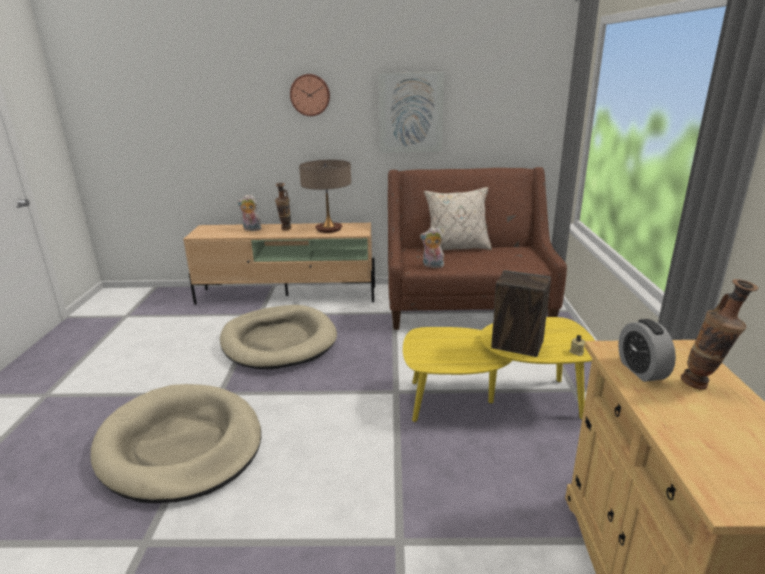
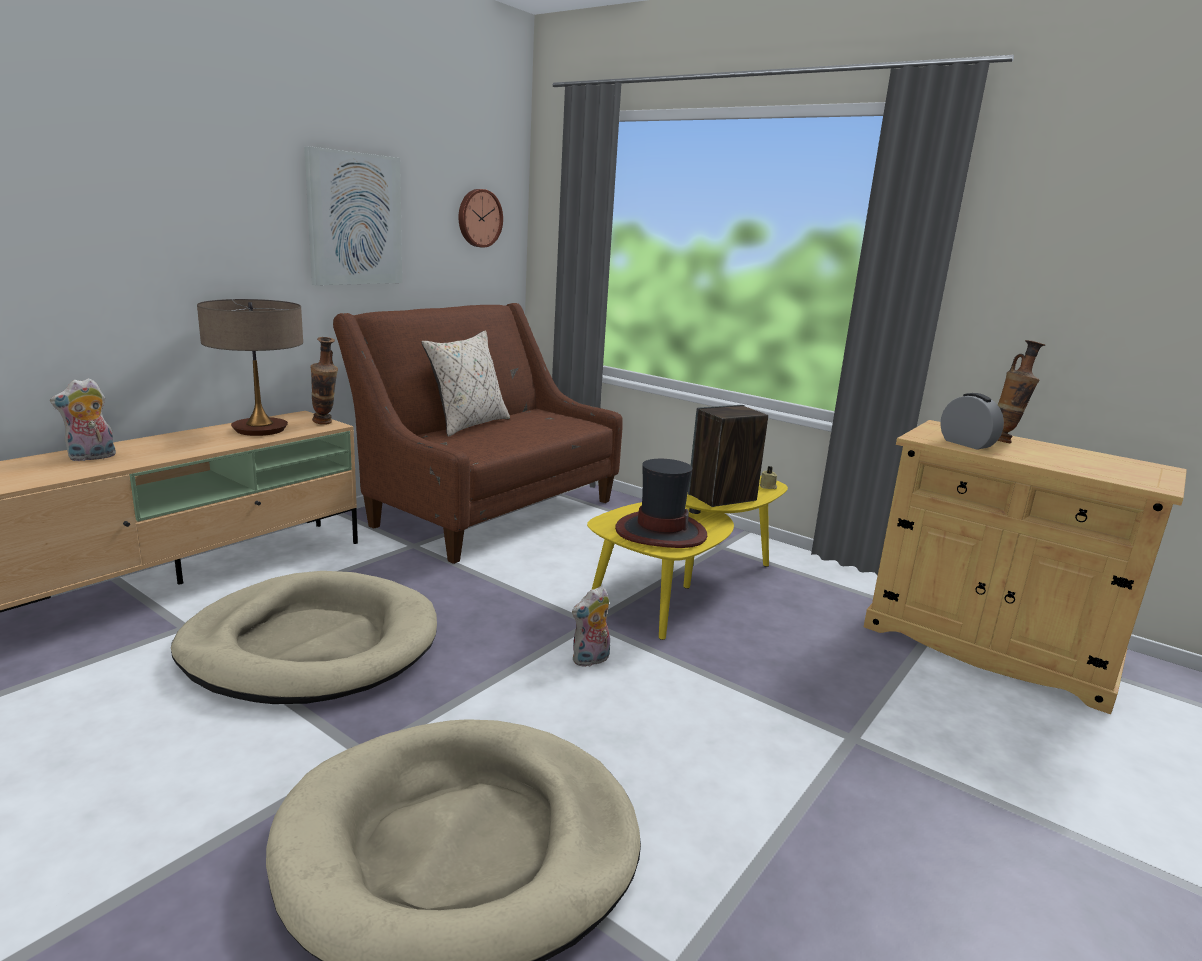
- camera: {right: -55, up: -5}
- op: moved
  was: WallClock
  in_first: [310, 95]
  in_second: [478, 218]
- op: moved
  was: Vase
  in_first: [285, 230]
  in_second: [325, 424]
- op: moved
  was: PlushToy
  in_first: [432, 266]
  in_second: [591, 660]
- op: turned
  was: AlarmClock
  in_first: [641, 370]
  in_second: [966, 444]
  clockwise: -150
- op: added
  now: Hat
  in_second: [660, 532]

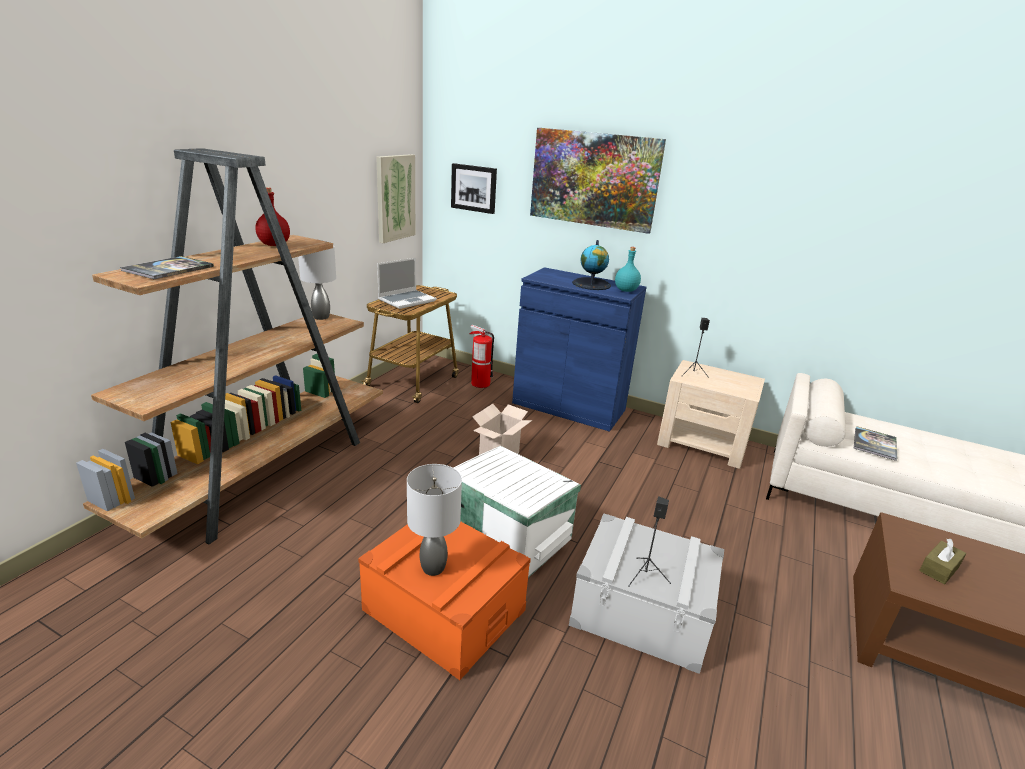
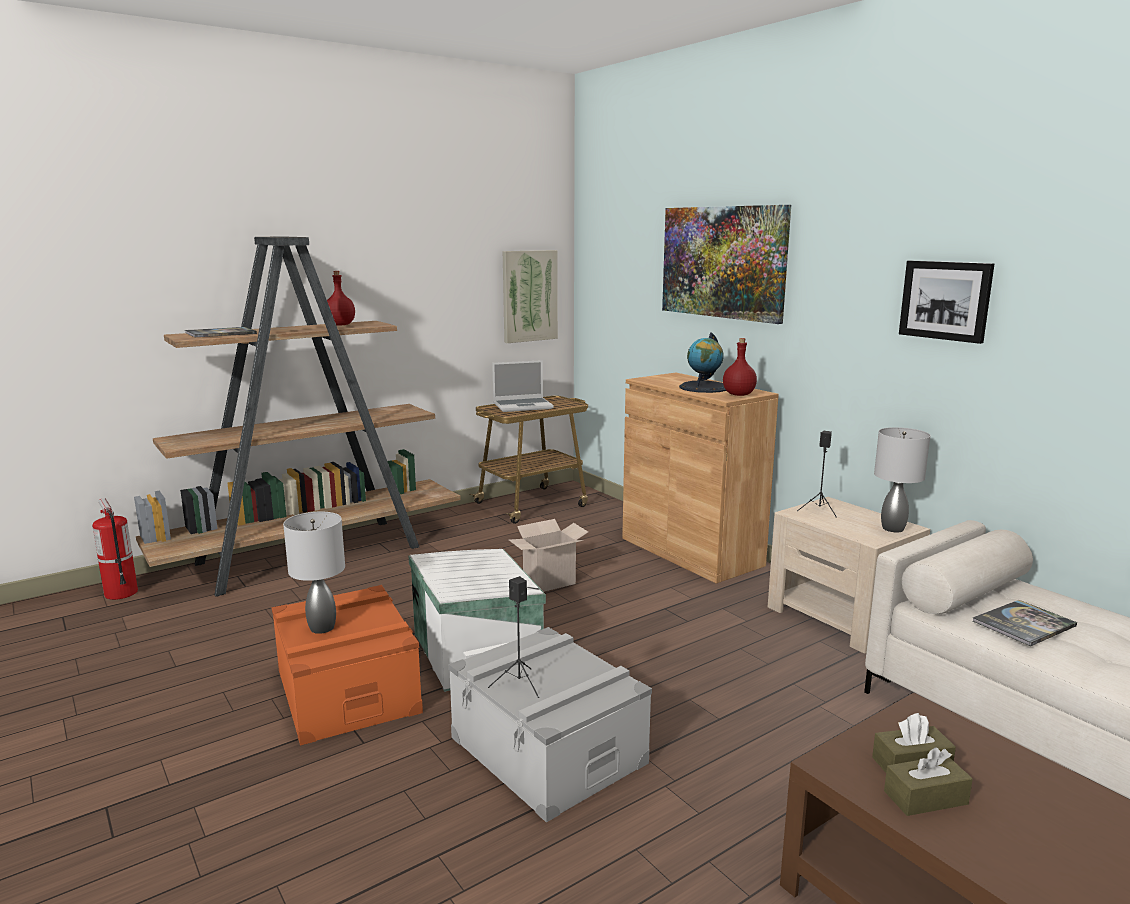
- camera: {right: 30, up: -10}
- op: moved
  was: Picture
  in_first: [474, 188]
  in_second: [945, 300]
- op: moved
  was: GreyTableLamp
  in_first: [321, 317]
  in_second: [893, 528]
- op: recoloured
  was: TurquoiseBottle
  now: RedBottle
  in_first: [626, 290]
  in_second: [739, 395]
- op: recoloured
  was: BlueCabinet
  now: BrownCabinet
  in_first: [569, 406]
  in_second: [691, 551]
- op: moved
  was: FireExtinguisher
  in_first: [480, 383]
  in_second: [121, 593]
- op: added
  now: BrownTissueBox
  in_second: [925, 798]

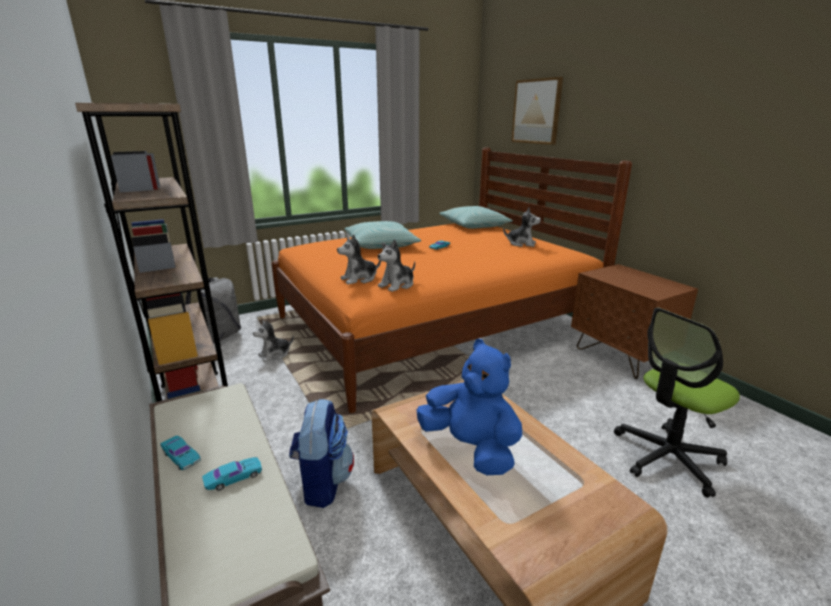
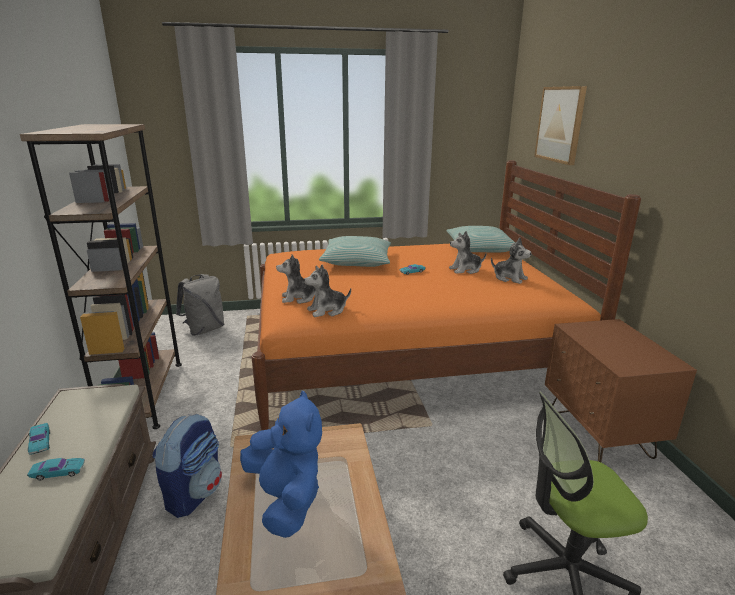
- camera: {right: 20, up: 0}
- op: moved
  was: PlushToy
  in_first: [275, 355]
  in_second: [465, 270]

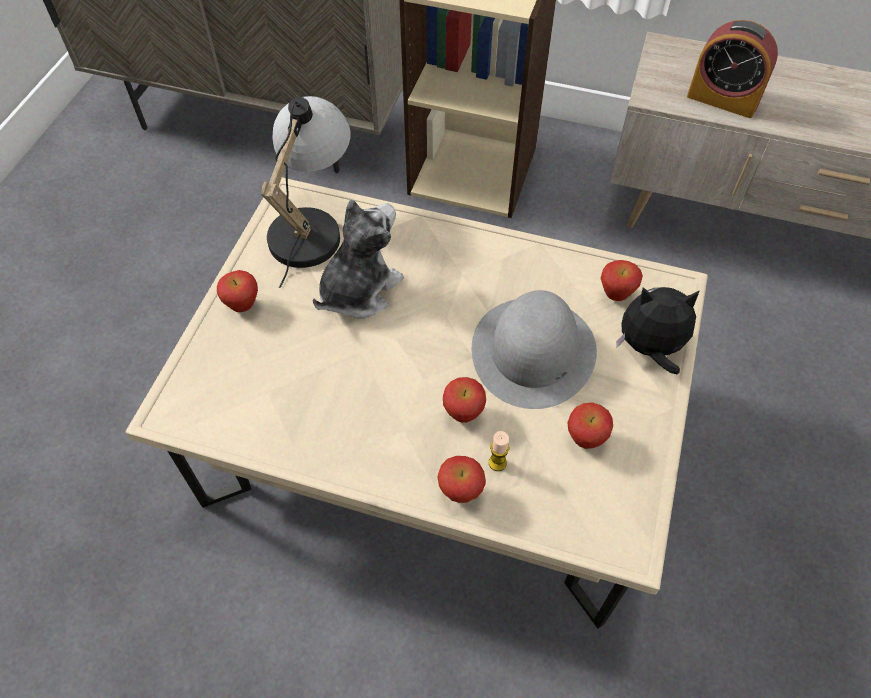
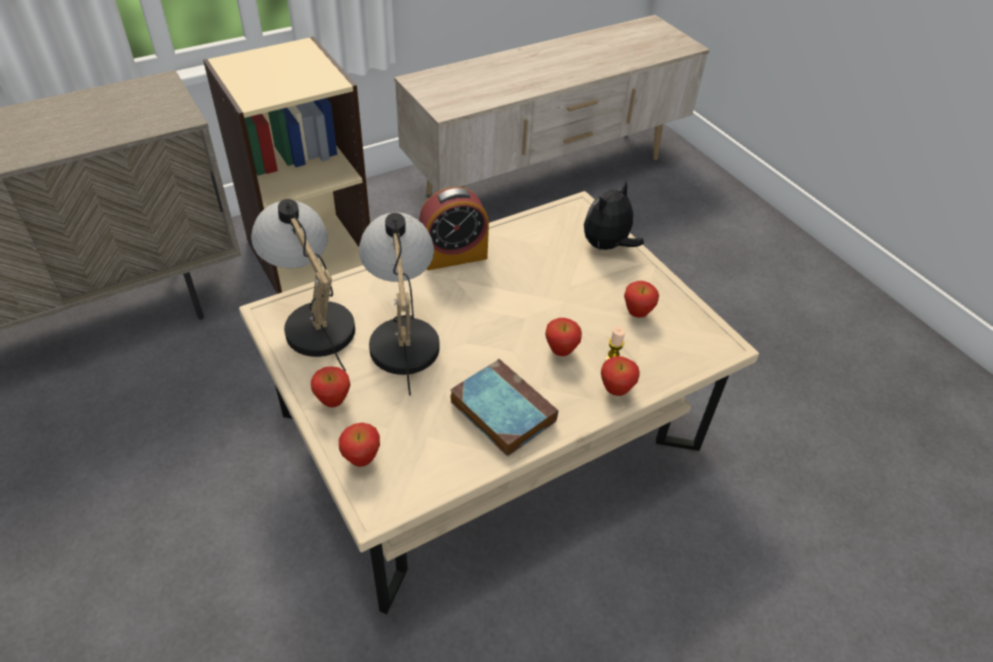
- camera: {right: -50, up: -10}
- op: moved
  was: AlarmClock
  in_first: [723, 99]
  in_second: [453, 256]
- op: replaced
  was: PlushToy
  now: TableLamp
  in_first: [358, 290]
  in_second: [402, 333]
- op: moved
  was: Apple
  in_first: [616, 295]
  in_second: [362, 459]
- op: removed
  was: GreyHat
  in_first: [533, 351]
- op: added
  now: Book
  in_second: [500, 410]

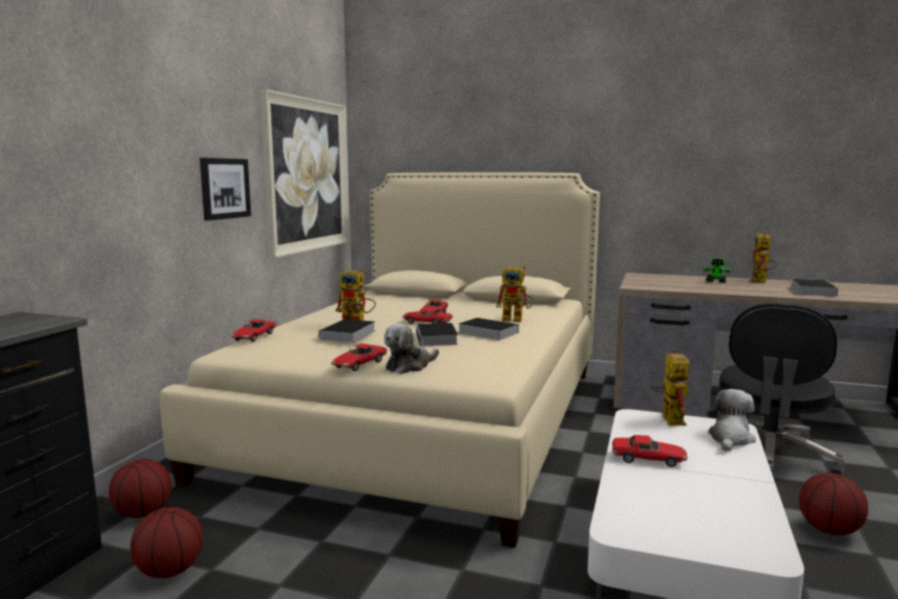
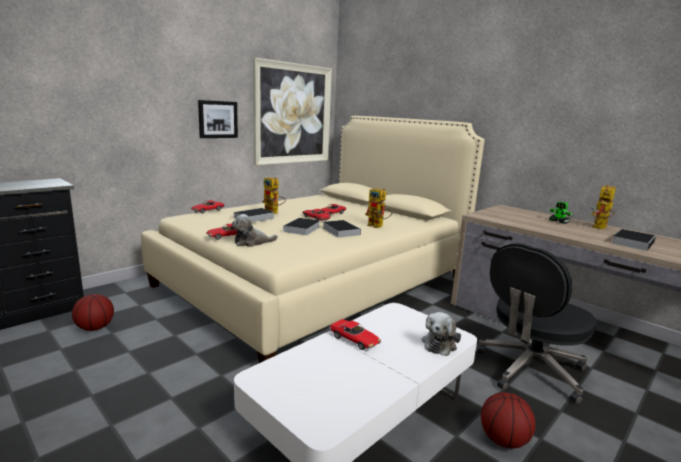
- camera: {right: 25, up: 5}
- op: removed
  was: ToyRobot
  in_first: [669, 418]
- op: turned
  was: PlushToy
  in_first: [730, 439]
  in_second: [440, 343]
  clockwise: 150
- op: removed
  was: Basketball
  in_first: [144, 513]

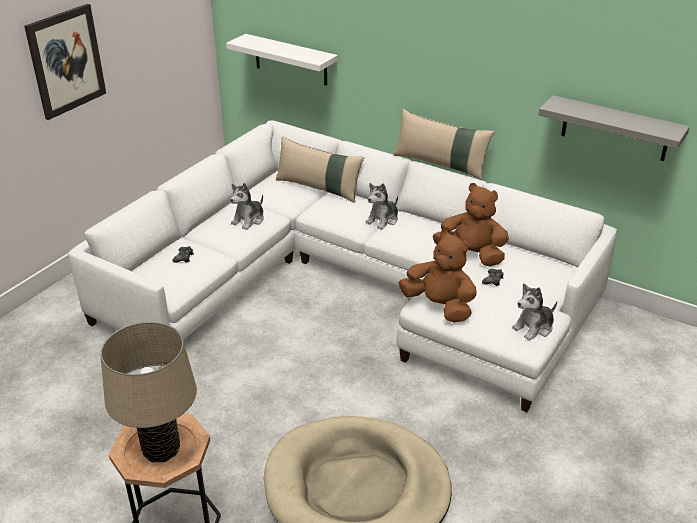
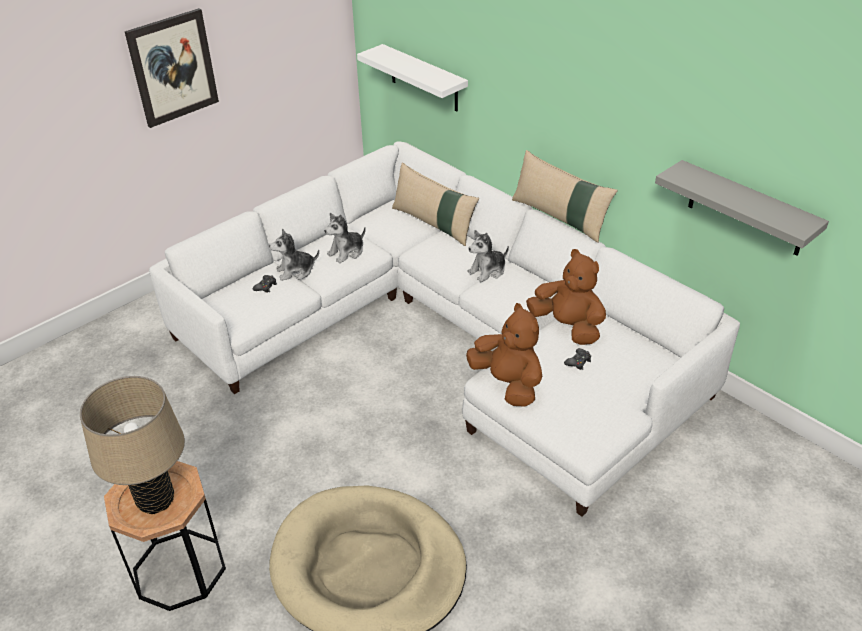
- camera: {right: 15, up: 5}
- op: moved
  was: PlushToy
  in_first: [534, 328]
  in_second: [296, 271]

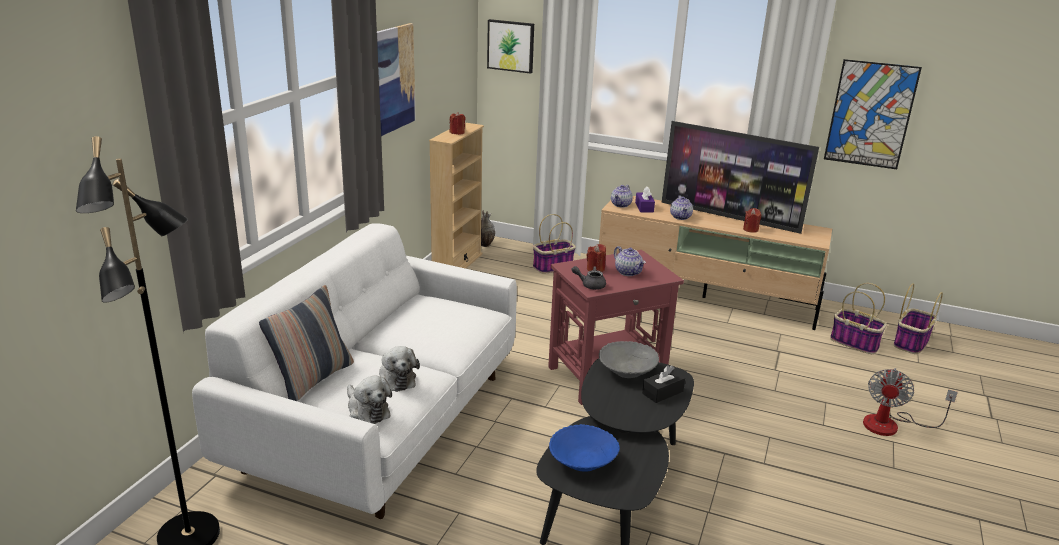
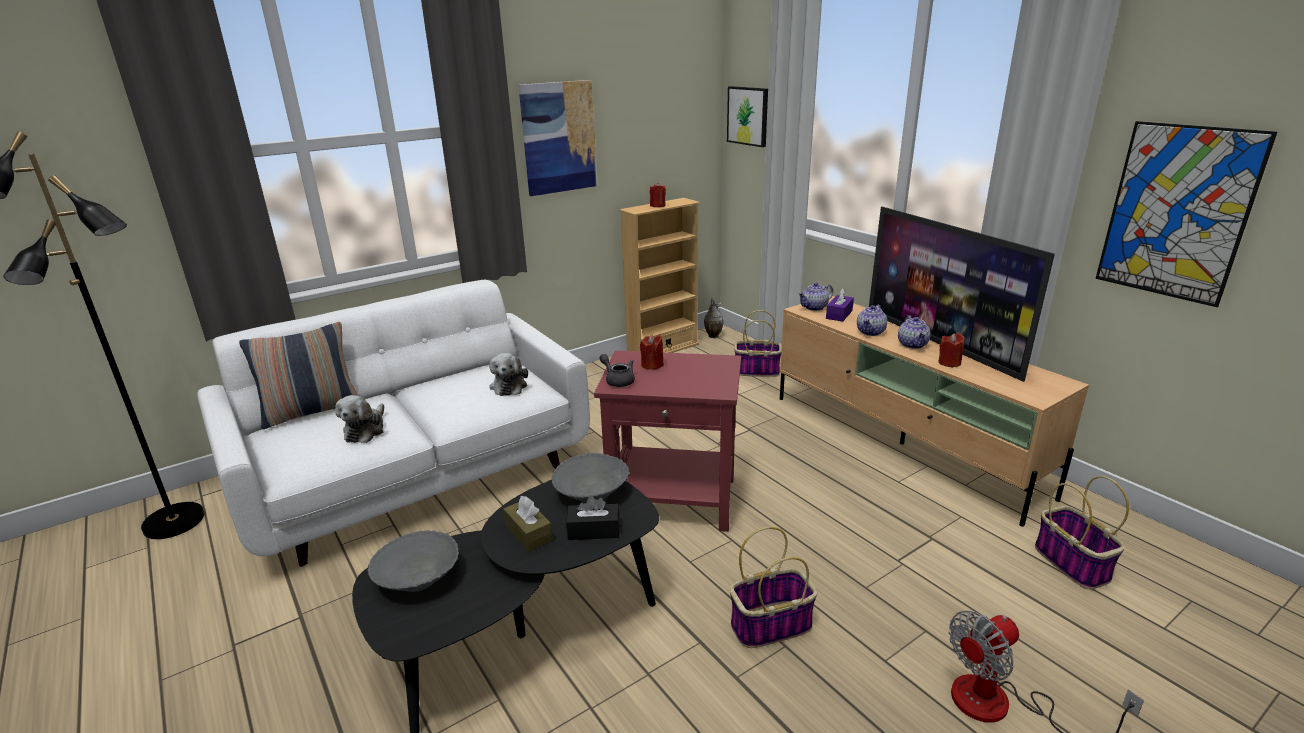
- camera: {right: 35, up: 0}
- op: moved
  was: Teapot
  in_first: [628, 272]
  in_second: [913, 345]
- op: moved
  was: Basket
  in_first: [911, 342]
  in_second: [771, 625]
- op: moved
  was: PlushToy
  in_first: [367, 410]
  in_second: [509, 385]
- op: recoloured
  was: BlueBowl
  now: GreyBowl
  in_first: [582, 462]
  in_second: [418, 578]
- op: added
  now: BrownTissueBox
  in_second: [528, 533]

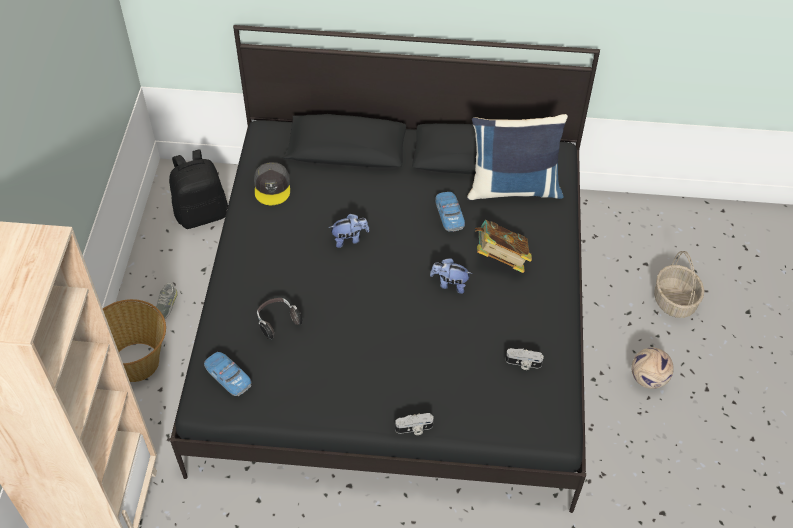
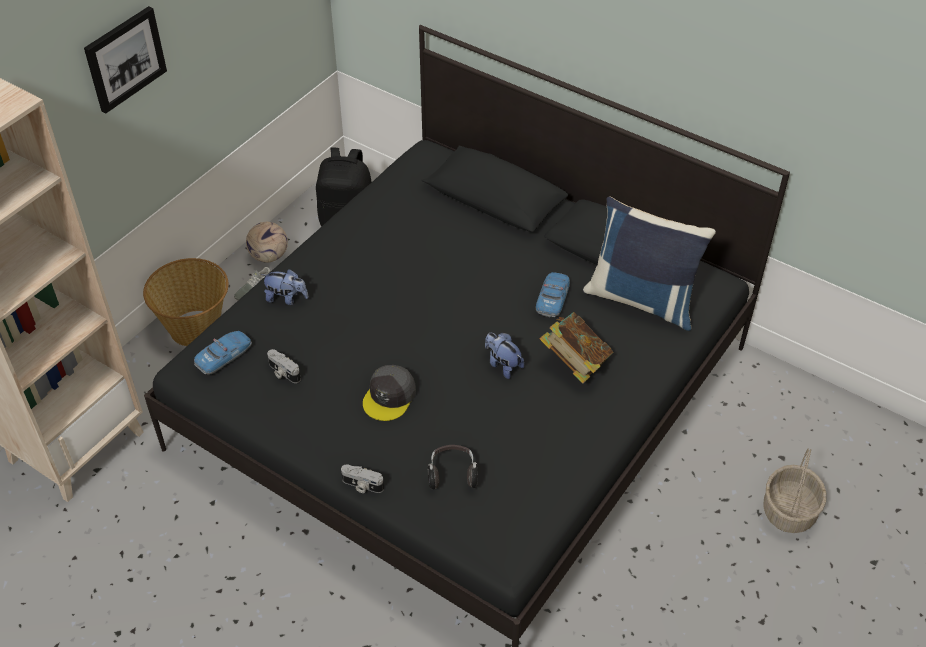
- camera: {right: 30, up: -5}
- op: moved
  was: GreyCap
  in_first: [272, 187]
  in_second: [389, 397]
- op: moved
  was: PlushToy
  in_first: [349, 239]
  in_second: [286, 298]
- op: moved
  was: Headphones
  in_first: [278, 321]
  in_second: [452, 474]
- op: moved
  was: Football
  in_first: [648, 379]
  in_second: [268, 256]
- op: moved
  was: PhotoCamera
  in_first: [523, 364]
  in_second: [283, 373]
- op: turned
  was: ToyCar
  in_first: [228, 376]
  in_second: [224, 356]
  clockwise: 60
- op: added
  now: Picture
  in_second: [124, 58]

